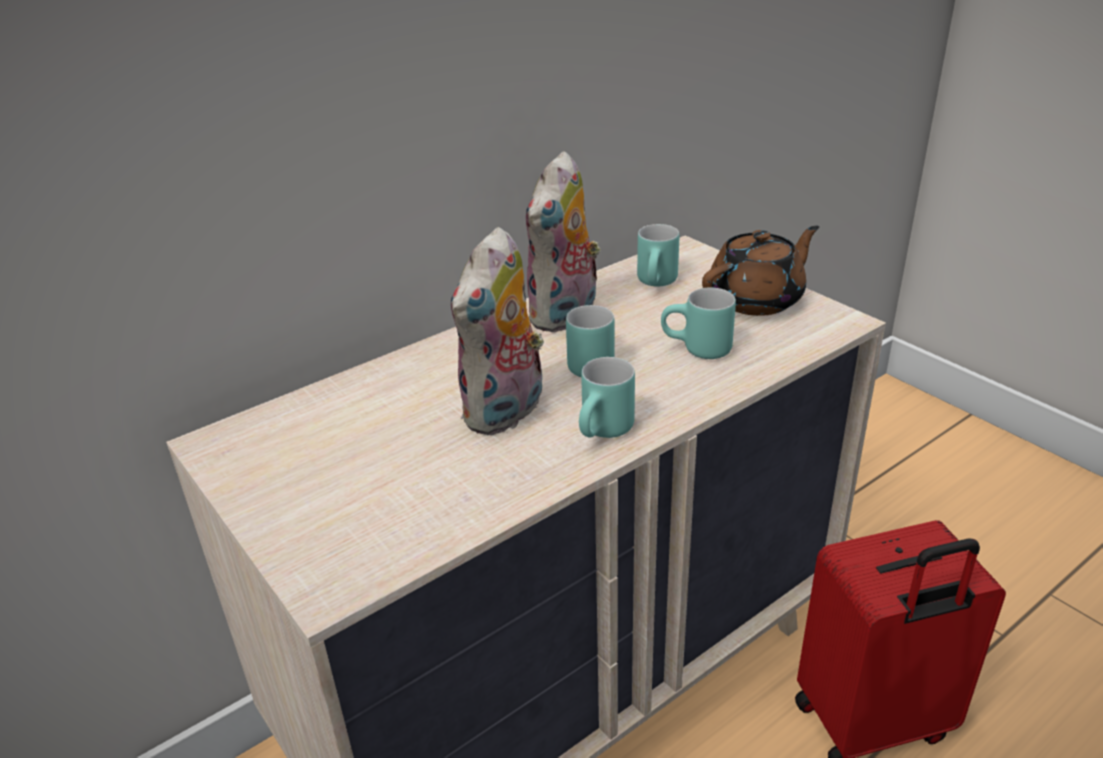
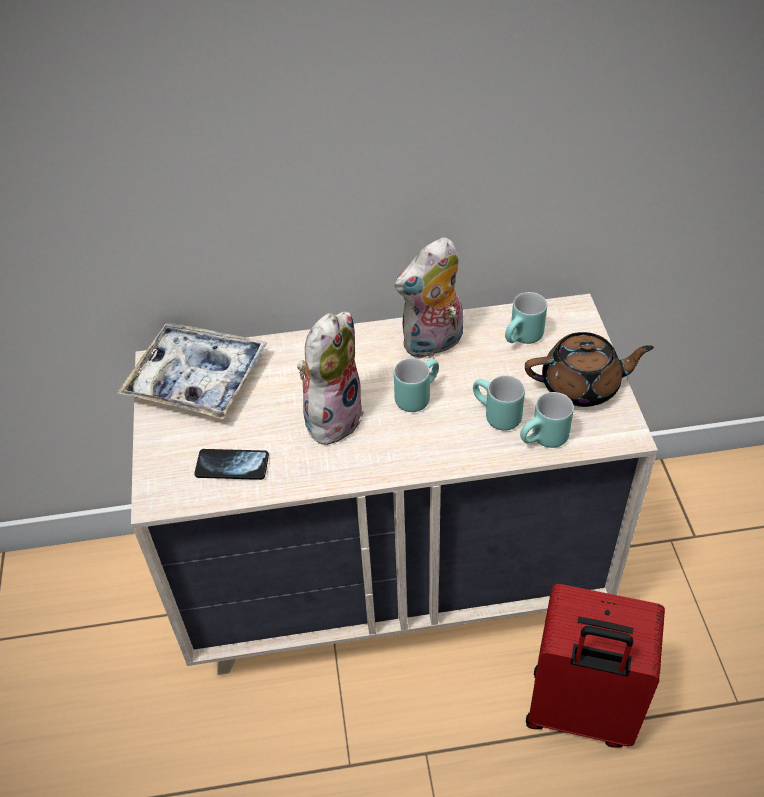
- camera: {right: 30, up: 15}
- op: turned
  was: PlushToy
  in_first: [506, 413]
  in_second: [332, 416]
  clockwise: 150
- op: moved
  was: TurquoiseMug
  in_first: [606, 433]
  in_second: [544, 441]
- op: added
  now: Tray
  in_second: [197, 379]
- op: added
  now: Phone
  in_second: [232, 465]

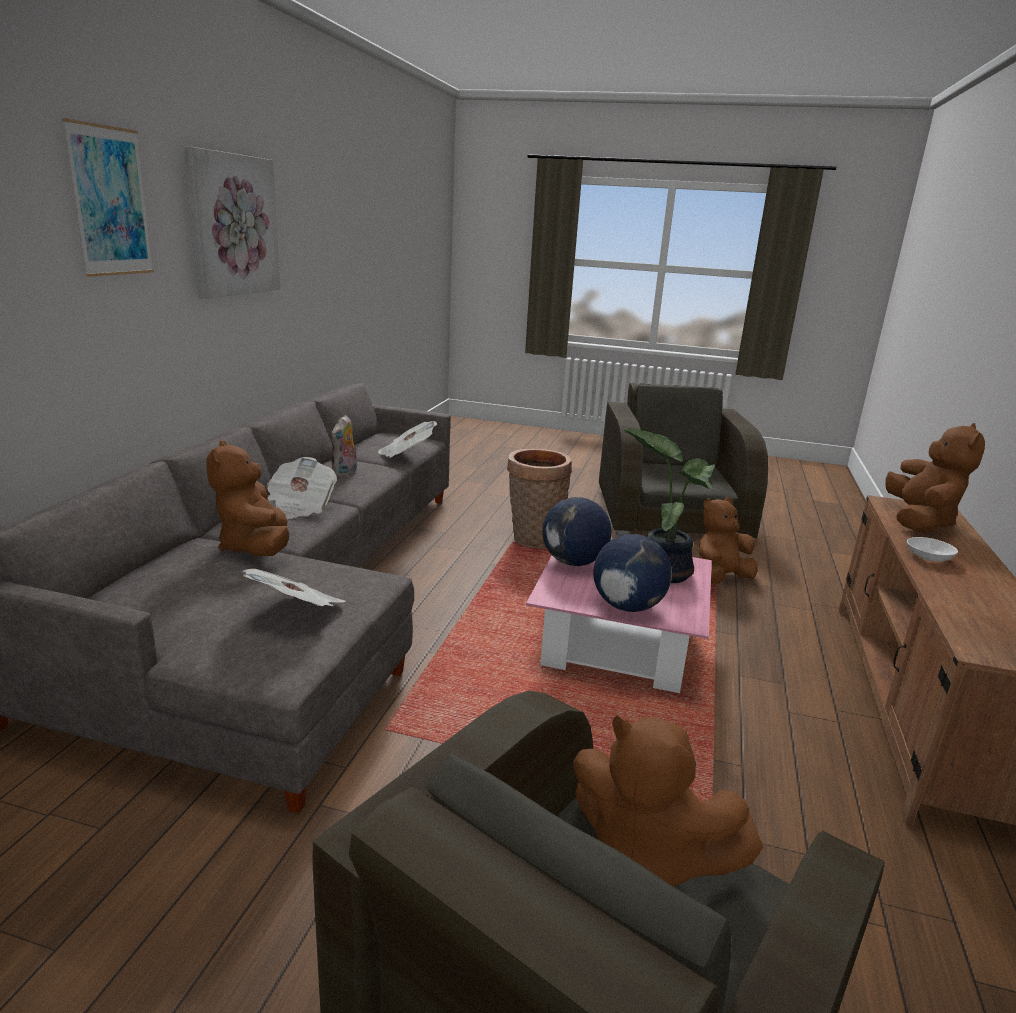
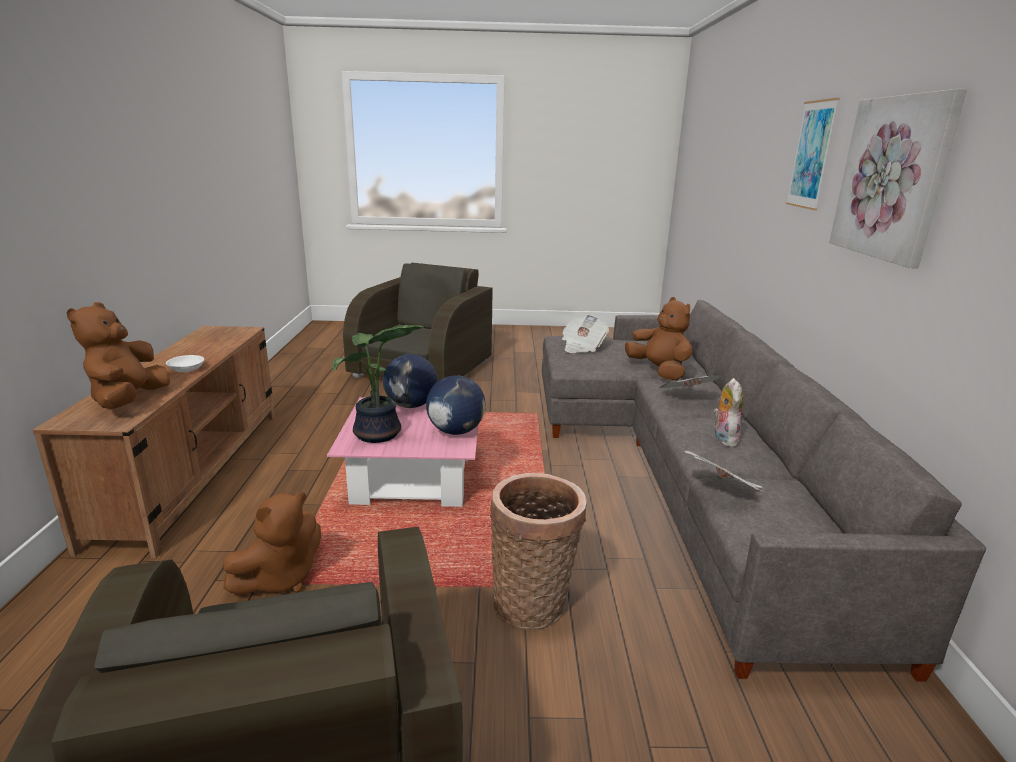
- camera: {right: 165, up: 0}
- op: removed
  was: BrownPlushToy
  in_first: [647, 855]

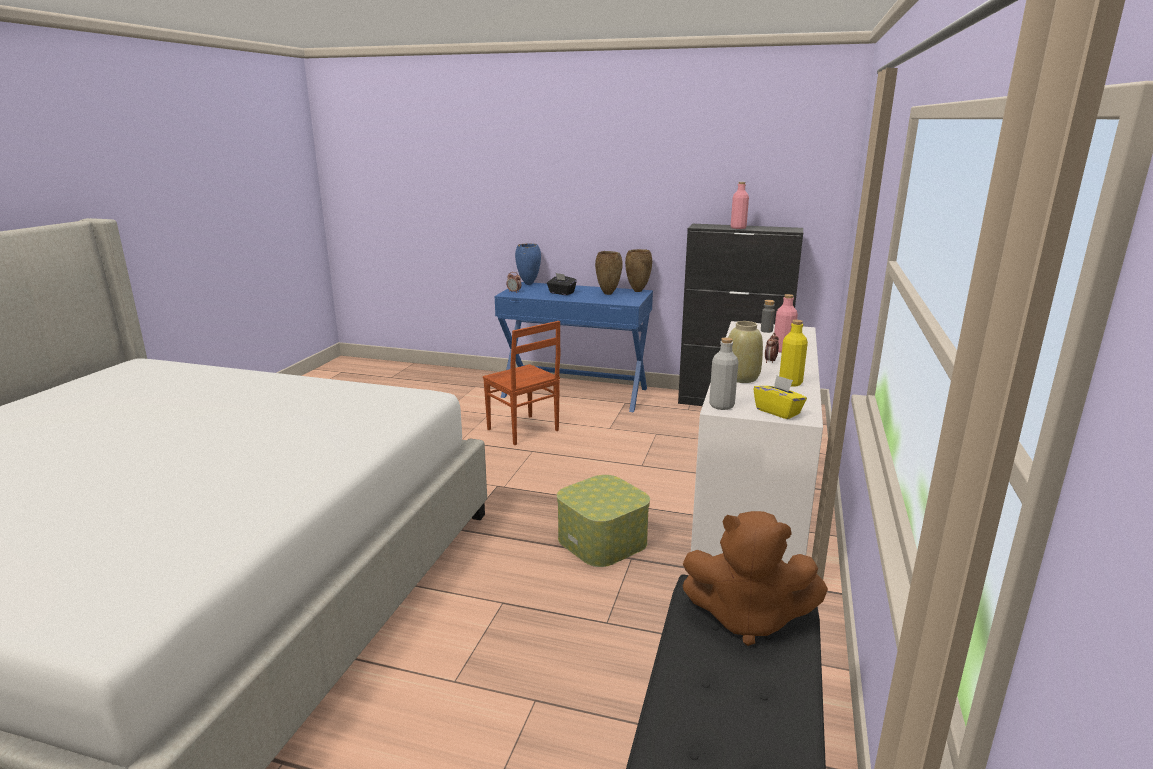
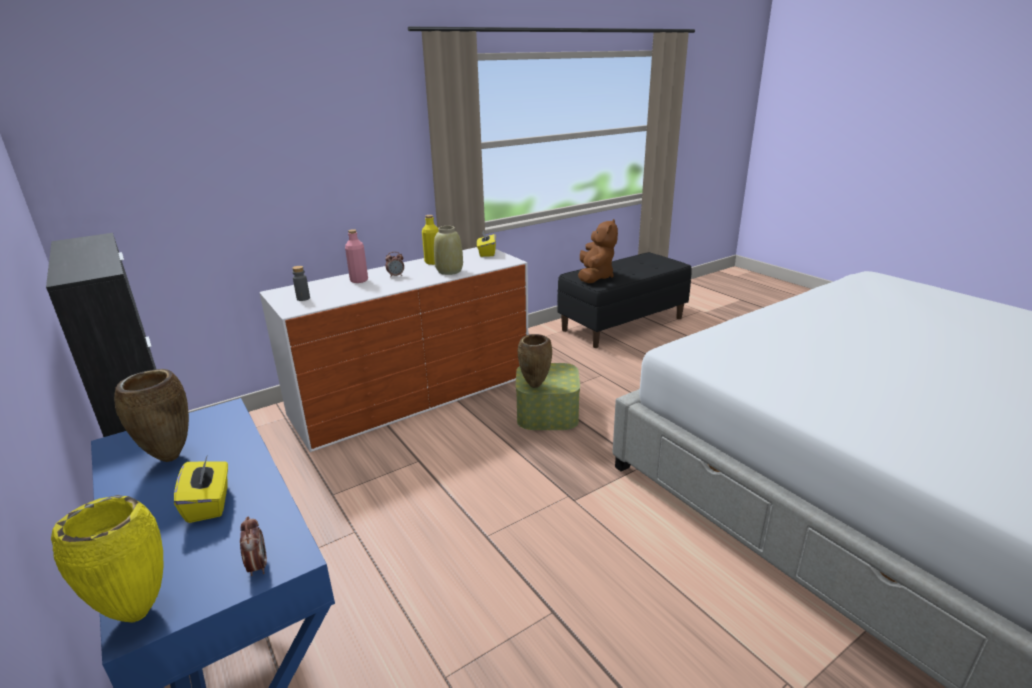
- camera: {right: -140, up: 5}
- op: removed
  was: PinkBottle
  in_first: [738, 228]
- op: recoloured
  was: BlueVase
  now: YellowVase
  in_first: [529, 284]
  in_second: [139, 612]
- op: moved
  was: BrownVase
  in_first: [637, 291]
  in_second: [535, 386]
- op: recoloured
  was: BlackTissueBox
  now: YellowTissueBox
  in_first: [561, 293]
  in_second: [209, 504]
- op: removed
  was: BrownChair
  in_first: [522, 430]
- op: removed
  was: GreyBottle
  in_first: [721, 406]
- op: turned
  was: BrownPlushToy
  in_first: [747, 618]
  in_second: [595, 277]
  clockwise: 45

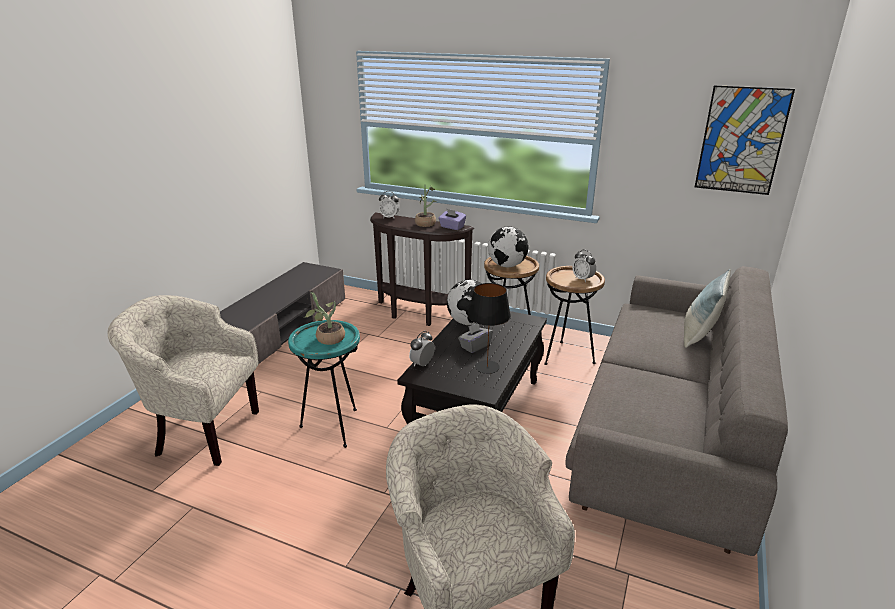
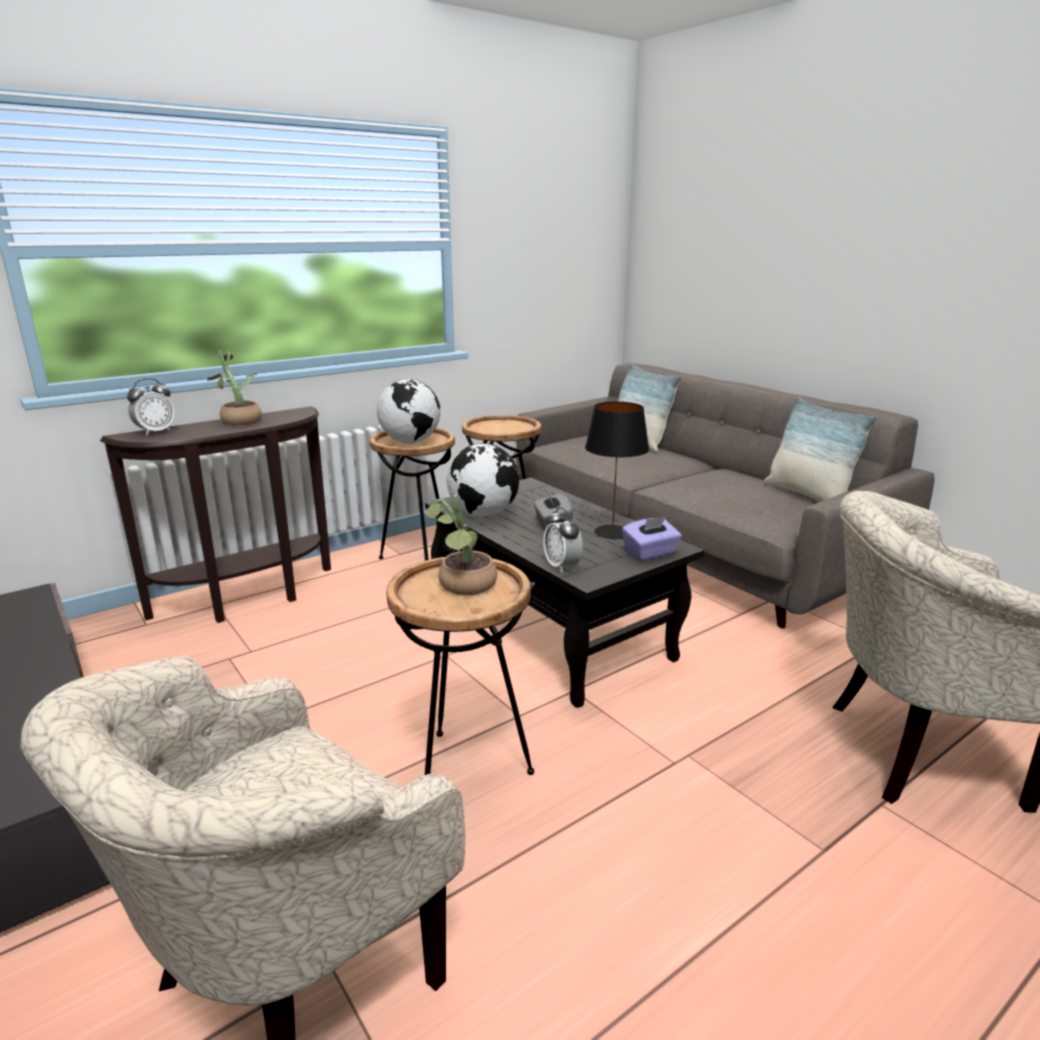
- camera: {right: -60, up: -5}
- op: removed
  was: Picture
  in_first: [741, 140]
- op: moved
  was: PurpleTissueBox
  in_first: [452, 227]
  in_second: [650, 553]
- op: removed
  was: AlarmClock
  in_first: [583, 279]
- op: recoloured
  was: TurquoiseSideTable
  now: BrownSideTable
  in_first: [333, 427]
  in_second: [465, 771]
- op: added
  now: Pillow
  in_second: [807, 495]

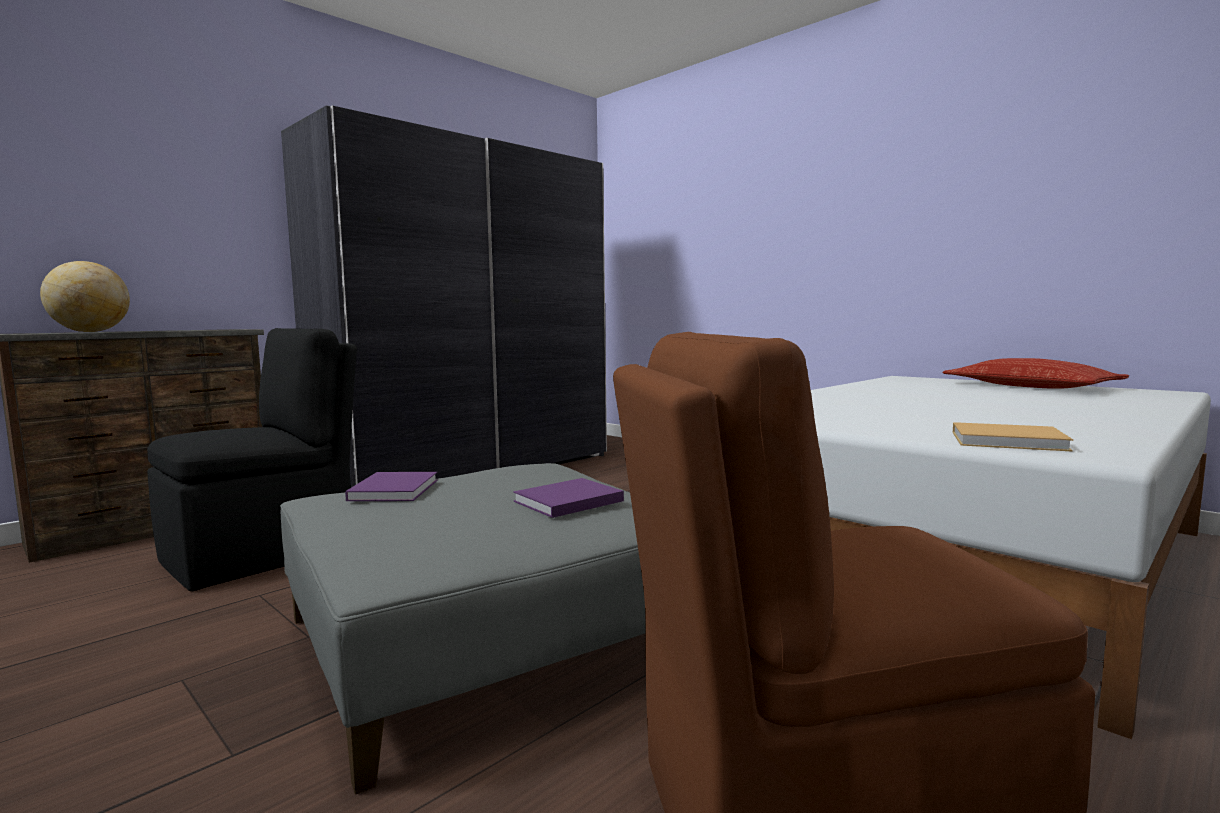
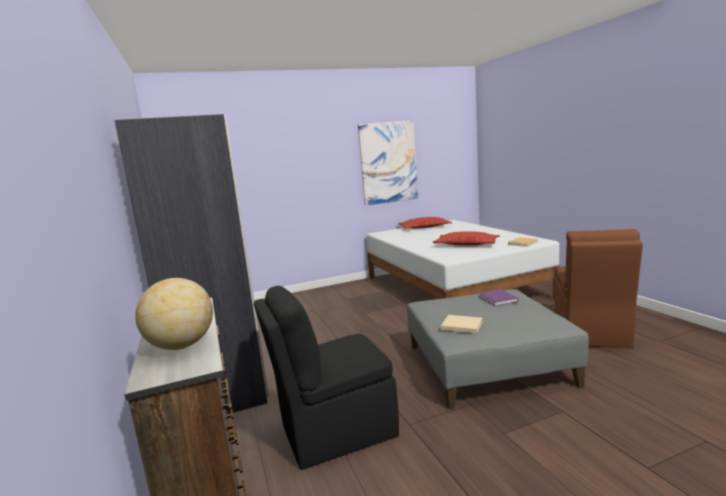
- camera: {right: -65, up: 5}
- op: turned
  was: BlackChair
  in_first: [264, 554]
  in_second: [335, 431]
  clockwise: -90
- op: recoloured
  was: PurpleBook
  now: BeigeBook
  in_first: [395, 489]
  in_second: [460, 325]
- op: added
  now: Picture
  in_second: [388, 162]
- op: added
  now: Pillow
  in_second: [466, 244]

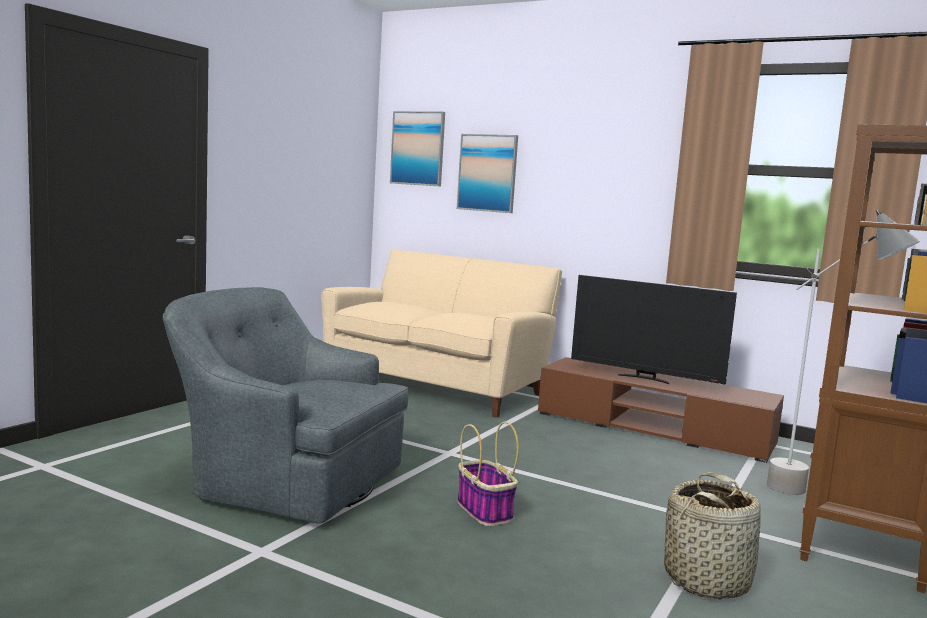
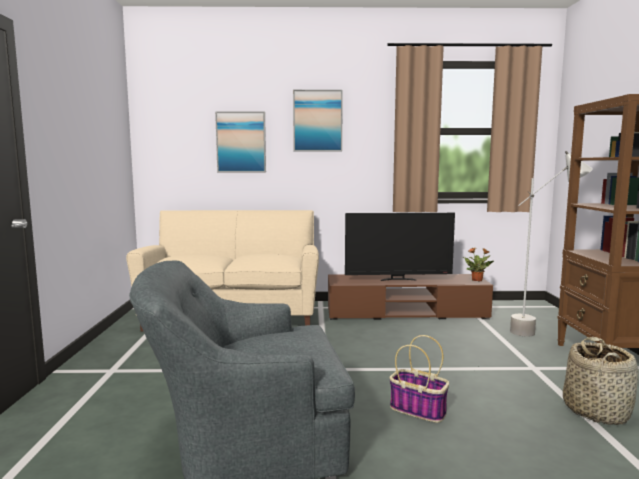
- camera: {right: -30, up: 0}
- op: moved
  was: Picture
  in_first: [418, 148]
  in_second: [317, 121]
- op: added
  now: PottedPlant
  in_second: [477, 280]

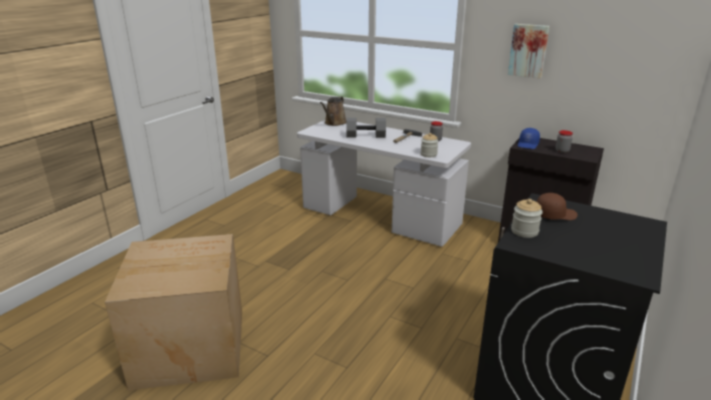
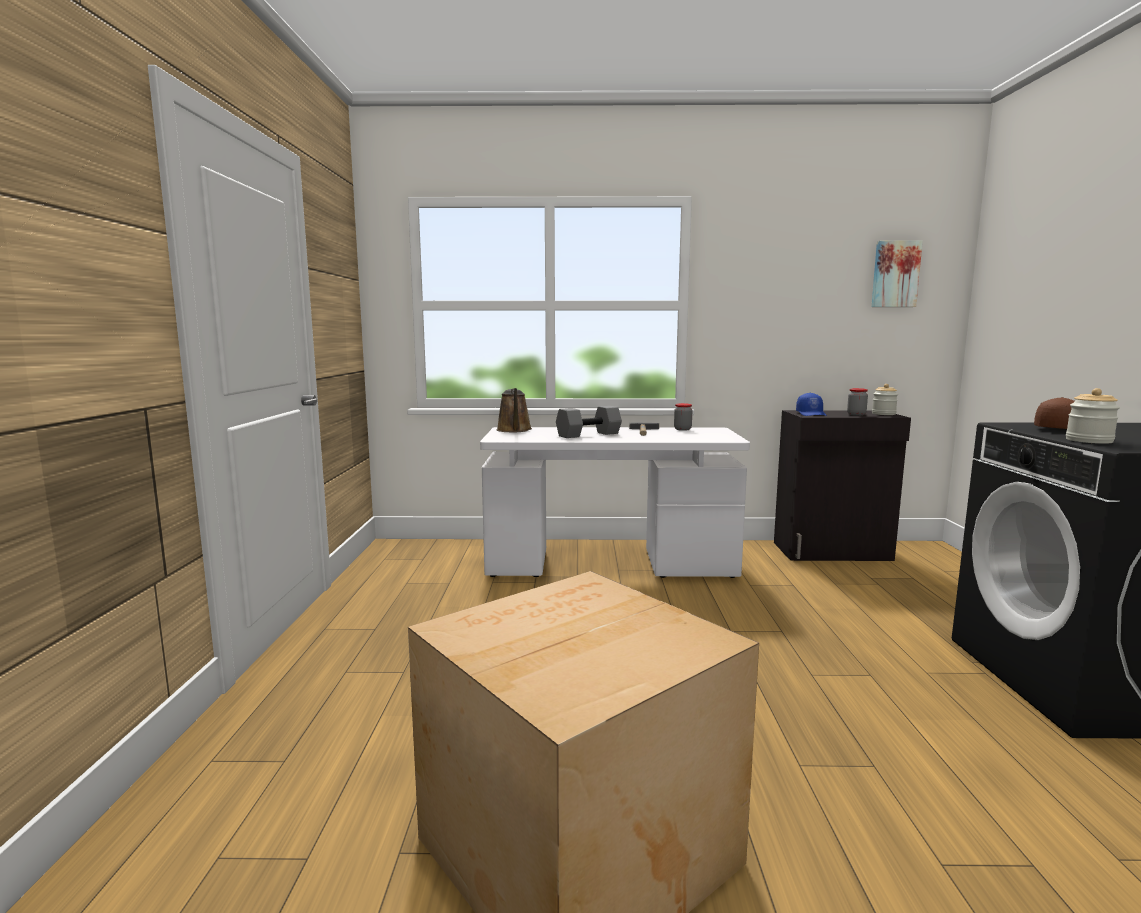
- camera: {right: -30, up: -15}
- op: moved
  was: Picture
  in_first: [528, 50]
  in_second: [895, 274]
- op: moved
  was: Jar
  in_first: [428, 154]
  in_second: [883, 414]

